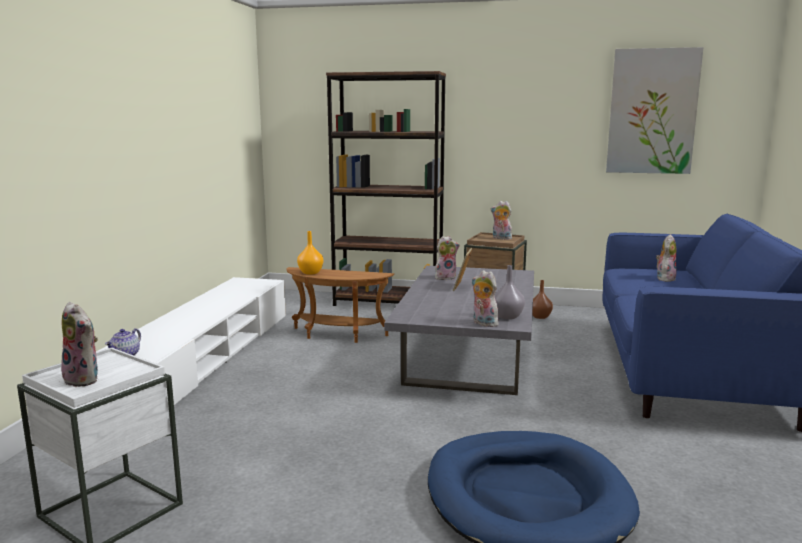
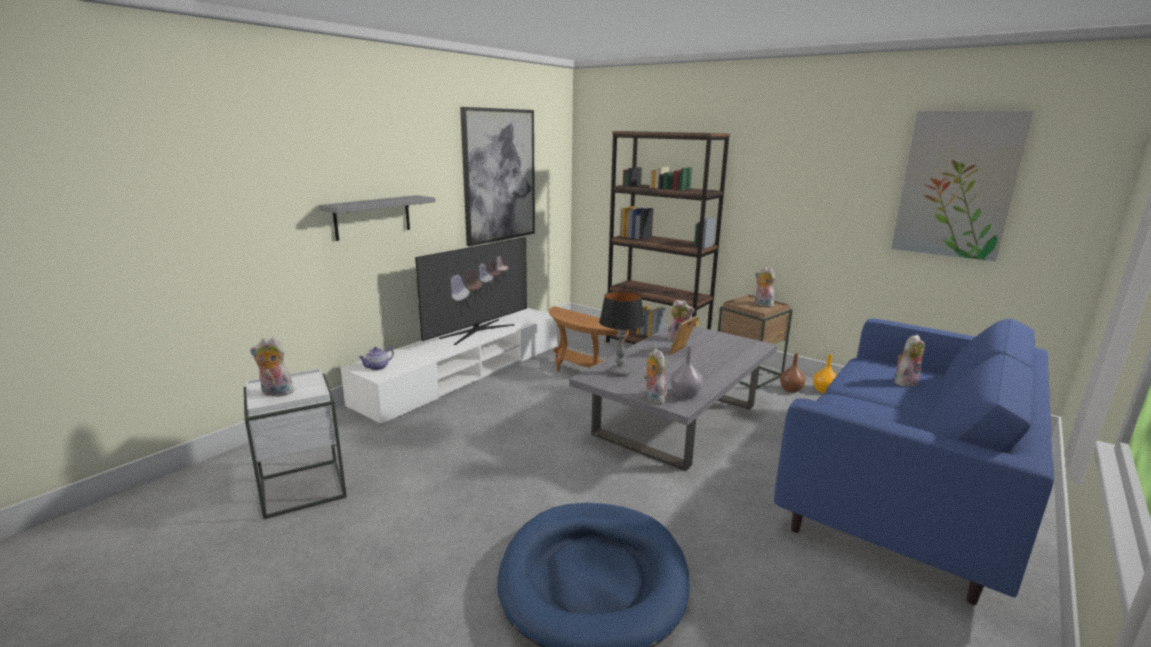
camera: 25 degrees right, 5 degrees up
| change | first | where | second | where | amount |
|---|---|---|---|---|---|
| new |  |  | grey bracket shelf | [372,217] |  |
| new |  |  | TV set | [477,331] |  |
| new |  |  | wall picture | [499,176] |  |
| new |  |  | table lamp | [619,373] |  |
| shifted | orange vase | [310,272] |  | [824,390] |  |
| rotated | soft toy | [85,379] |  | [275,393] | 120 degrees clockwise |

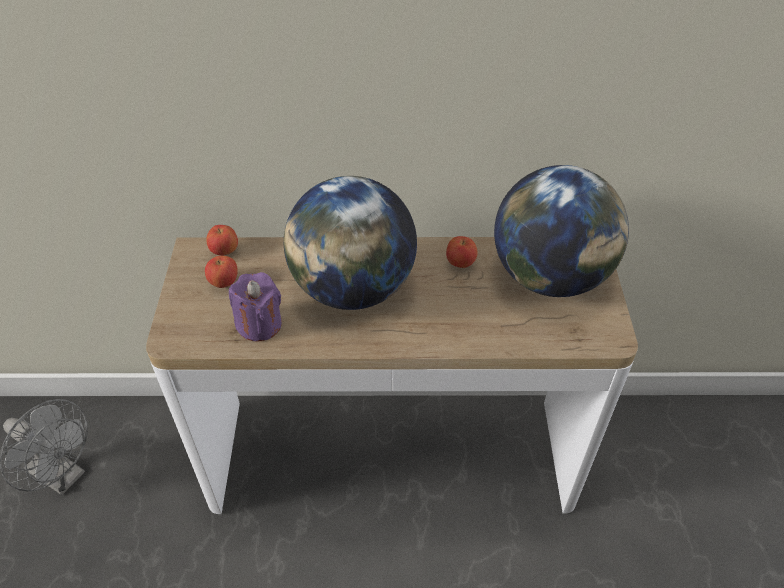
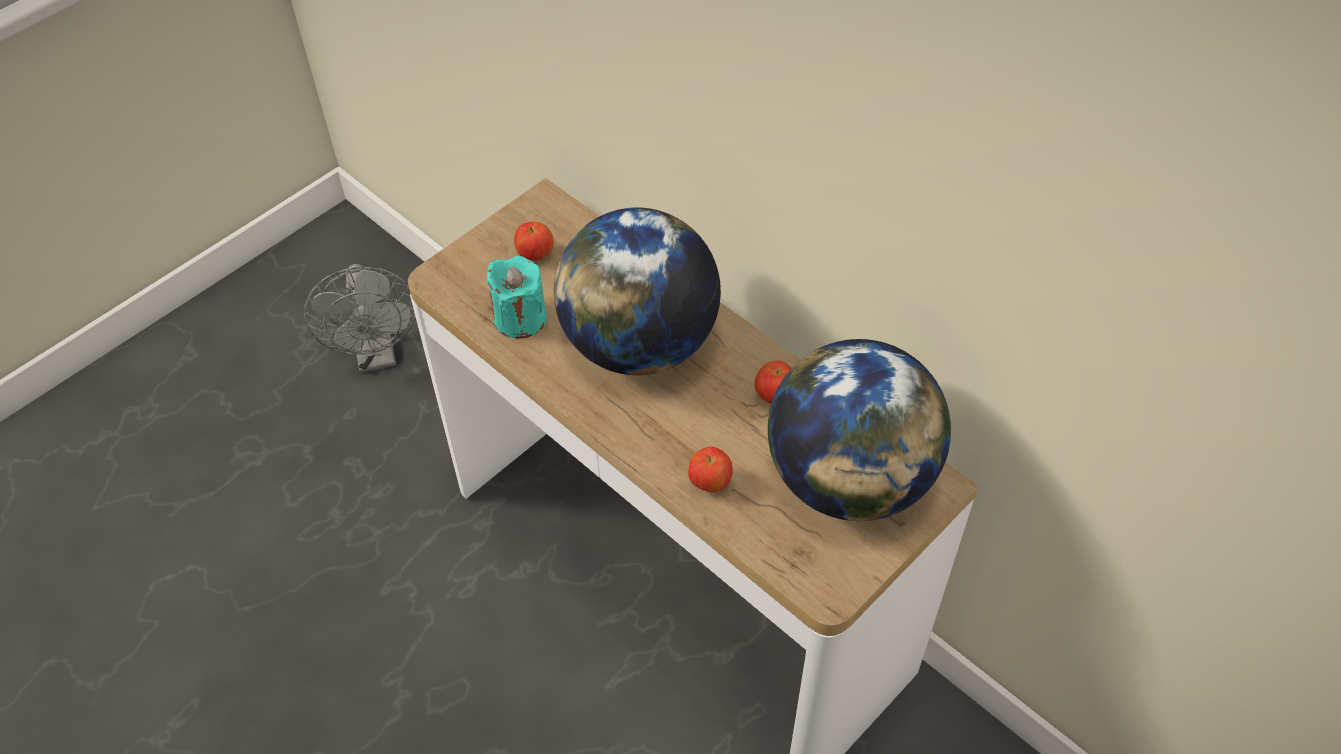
camera: 45 degrees right, 5 degrees up
| change | first | where | second | where | amount |
|---|---|---|---|---|---|
| shifted | apple | [224,251] |  | [710,482] |  |
| repainted | purple-coloured wax light | [259,324] | blue-green wax light | [520,318] |  |

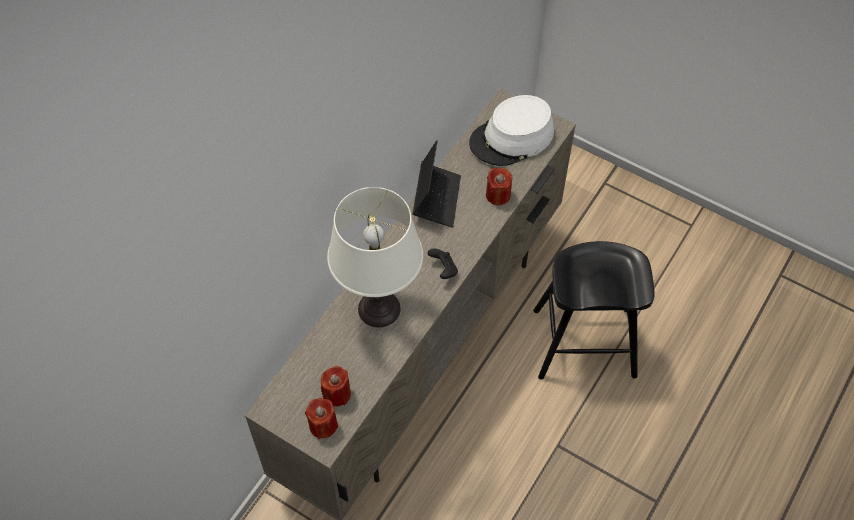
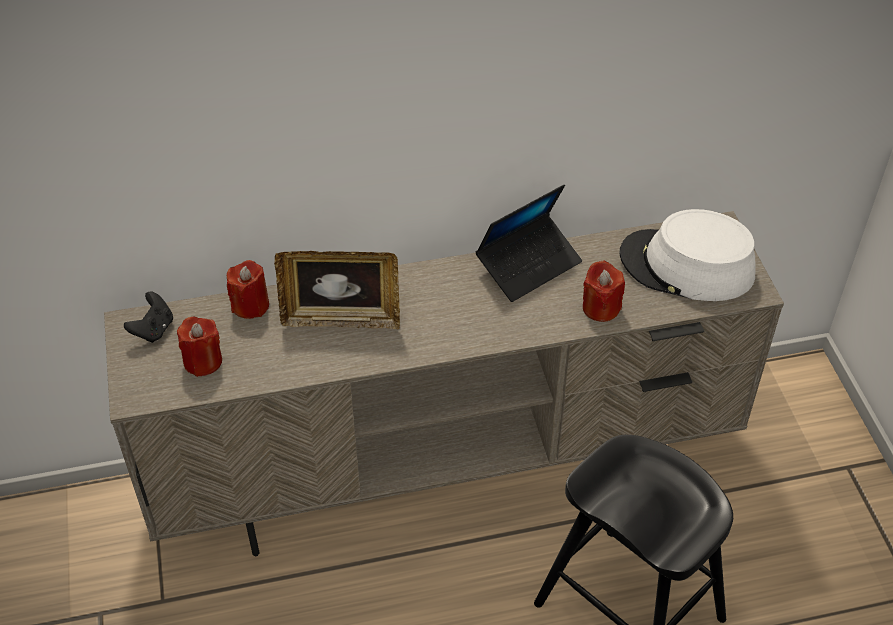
camera: 45 degrees right, 10 degrees down
| change | first | where | second | where | amount |
|---|---|---|---|---|---|
| shifted | red-coloured wax light | [323,425] |  | [250,305] |  |
| shifted | black joypad | [443,270] |  | [153,329] |  |
| swapped | whitish table lamp | [379,308] | photo frame | [341,319] |  |

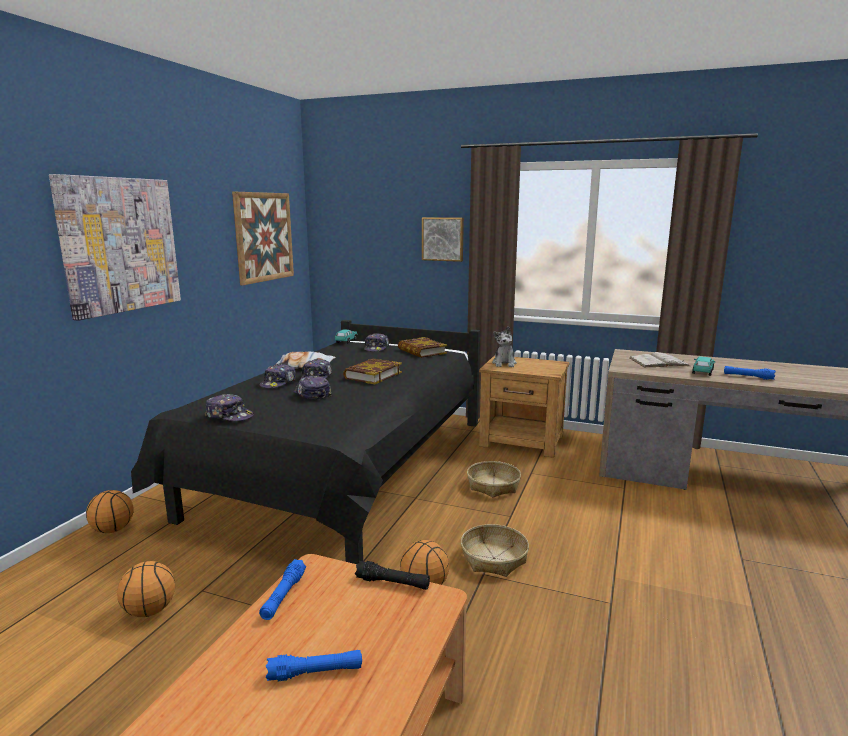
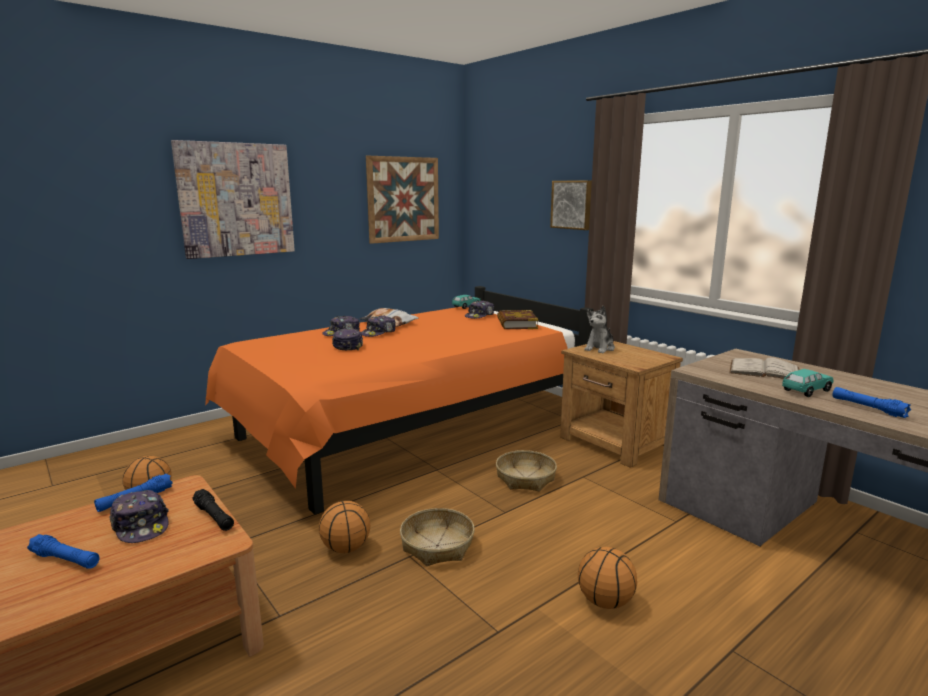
camera: 30 degrees right, 0 degrees up
| change | first | where | second | where | amount |
|---|---|---|---|---|---|
| gone | book | [372,375] |  |  |  |
| shifted | basketball | [113,530] |  | [605,602] |  |
| shifted | cap | [229,416] |  | [141,525] |  |
| repainted | black bed | [344,470] | orange bed | [407,429] |  |

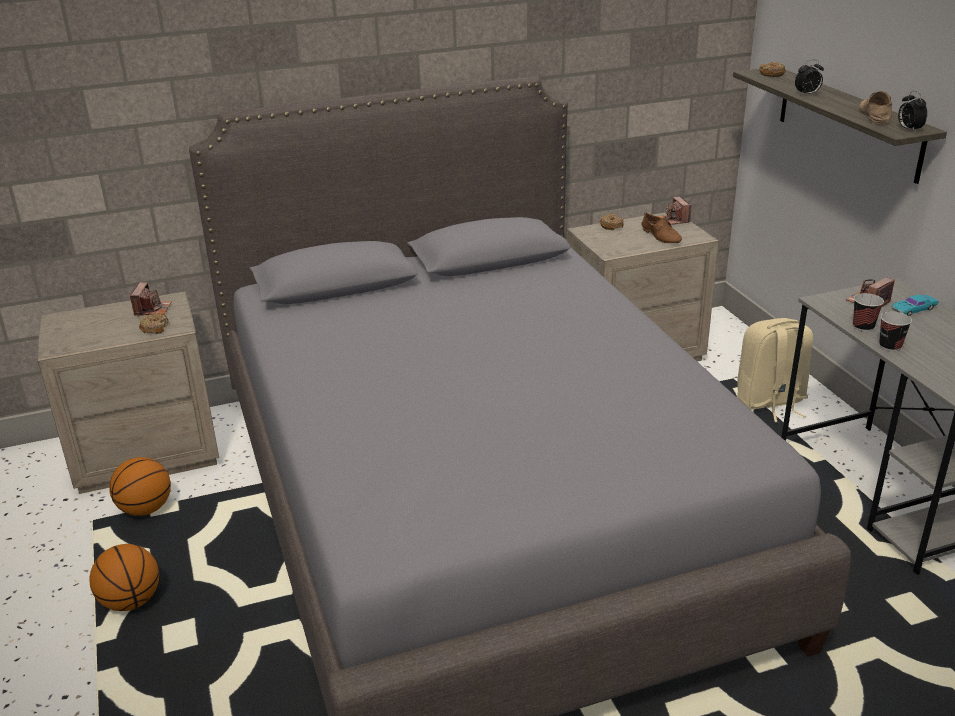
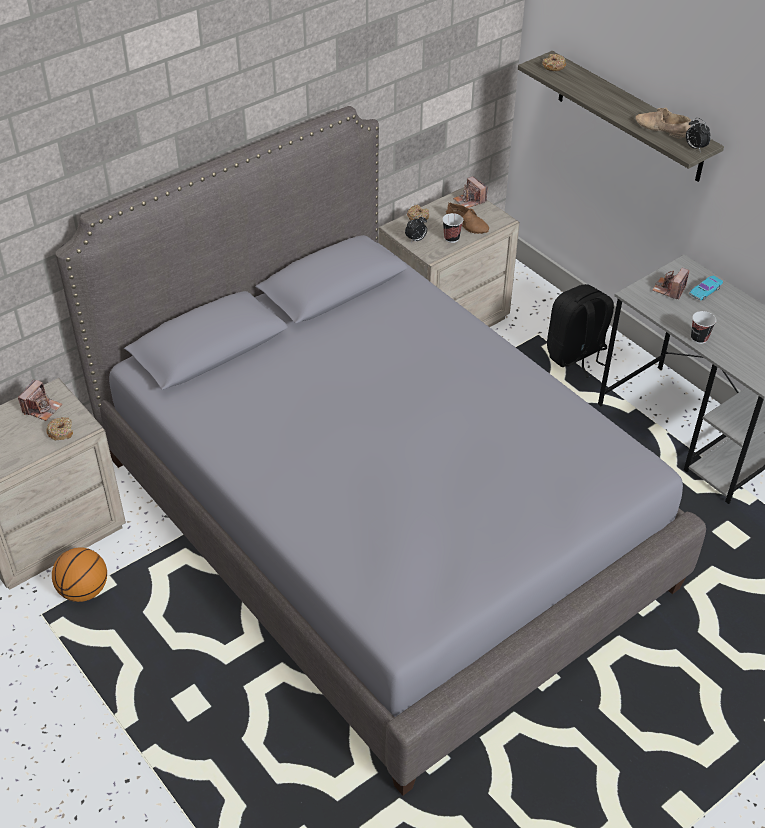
camera: 20 degrees left, 15 degrees up
| change | first | where | second | where | amount |
|---|---|---|---|---|---|
| gone | basketball | [131,601] |  |  |  |
| shifted | alarm clock | [807,94] |  | [416,240] |  |
| shifted | cup | [863,327] |  | [451,238] |  |
| repainted | sand-coloured knapsack | [770,402] | black knapsack | [576,355] |  |
| rotated | still camera | [152,309] |  | [42,408] | 45 degrees clockwise |
| rotated | sand-coloured low shoe | [873,116] |  | [661,129] | 45 degrees counterclockwise |

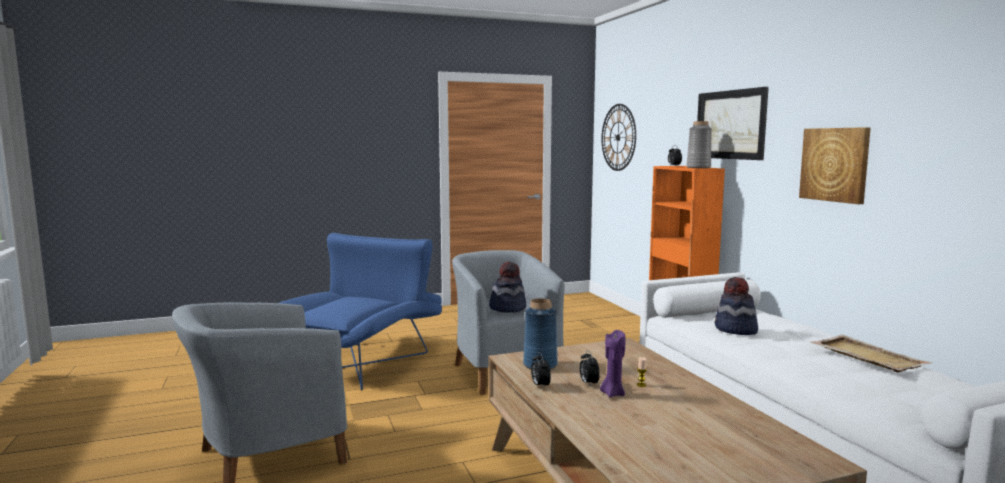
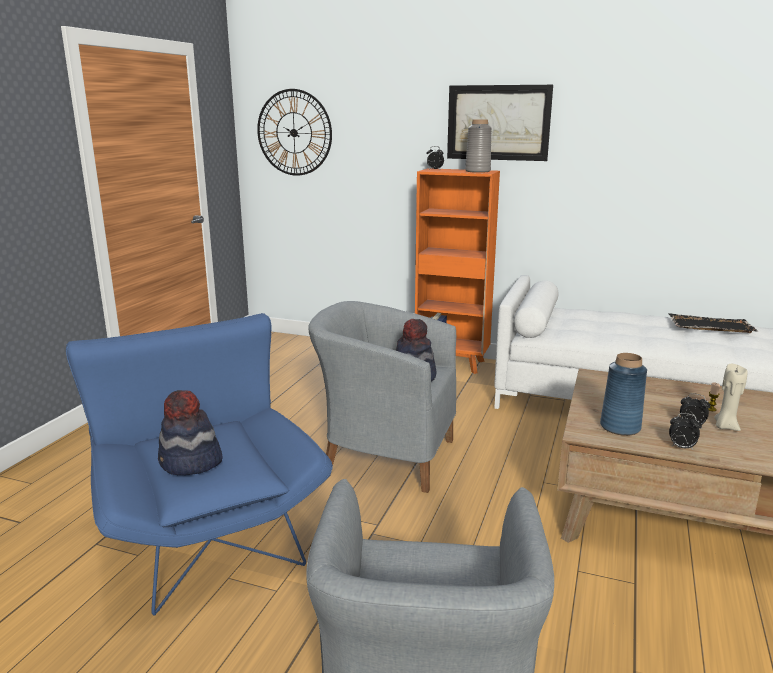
camera: 50 degrees left, 10 degrees up
| change | first | where | second | where | amount |
|---|---|---|---|---|---|
| gone | wall picture | [835,164] |  |  |  |
| shifted | wearable hat | [735,330] |  | [190,463] |  |
| repainted | purple-coloured wax light | [612,393] | sand-coloured wax light | [725,426] |  |
| repainted | sand-coloured tray | [867,356] | black tray | [709,326] |  |

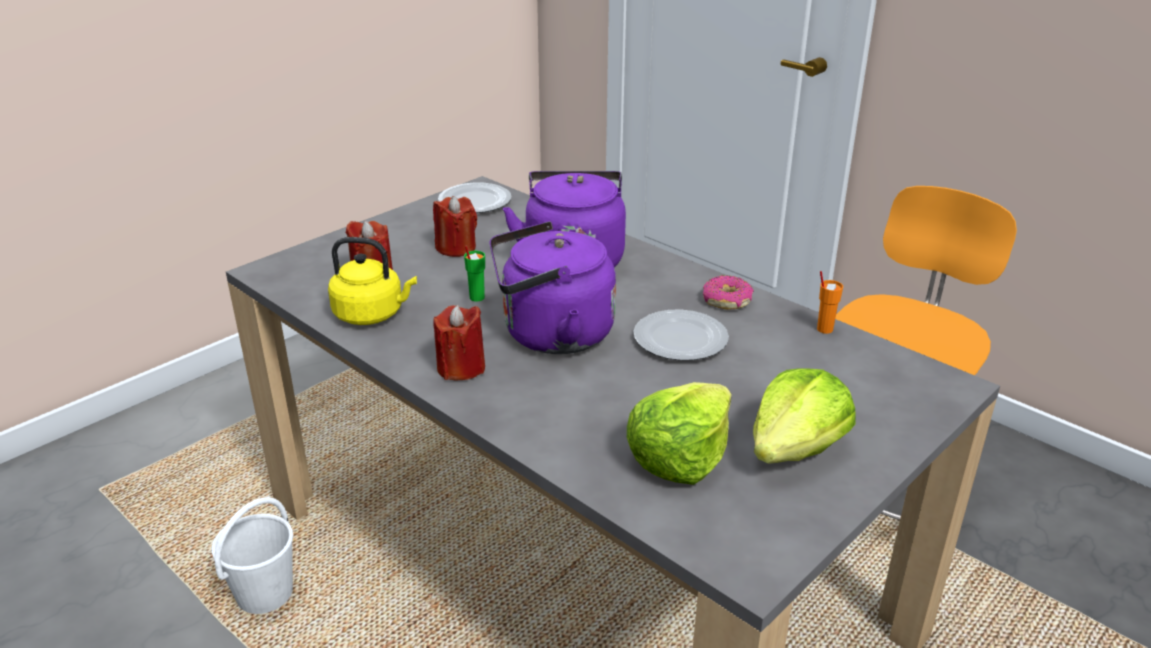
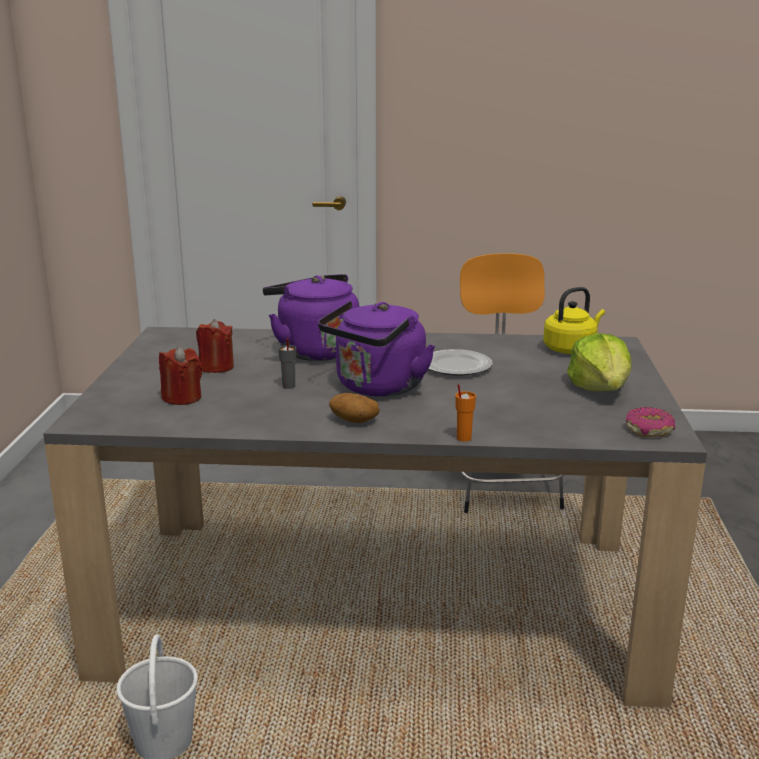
camera: 40 degrees left, 10 degrees down
| change | first | where | second | where | amount |
|---|---|---|---|---|---|
| gone | flat dish | [476,202] |  |  |  |
| gone | head of lettuce | [679,457] |  |  |  |
| shifted | yellow-coloured tea kettle | [372,314] |  | [571,349] |  |
| shifted | doughnut | [727,301] |  | [649,430] |  |
| shifted | orange cup | [824,329] |  | [463,438] |  |
| swapped | red-coloured wax light | [461,368] | spud | [353,420] |  |
| repainted | green cup | [476,297] | grey cup | [288,386] |  |

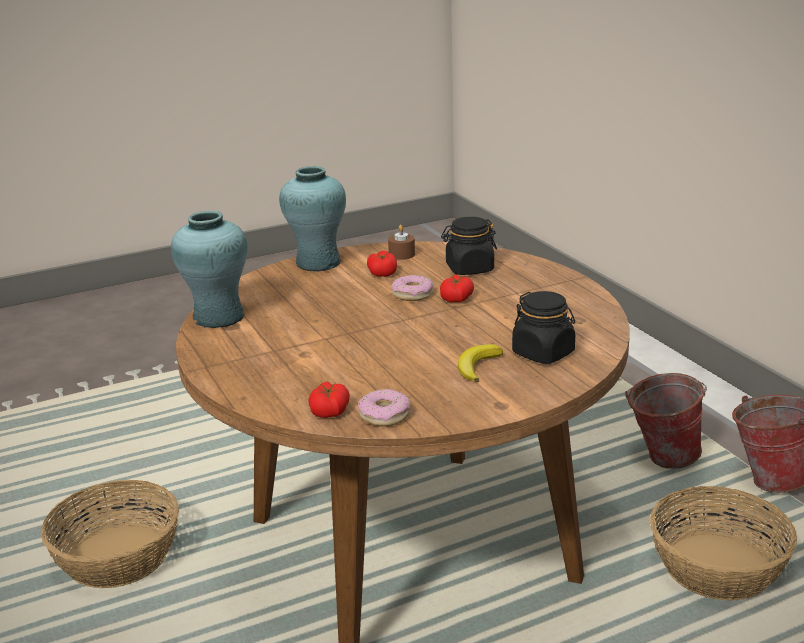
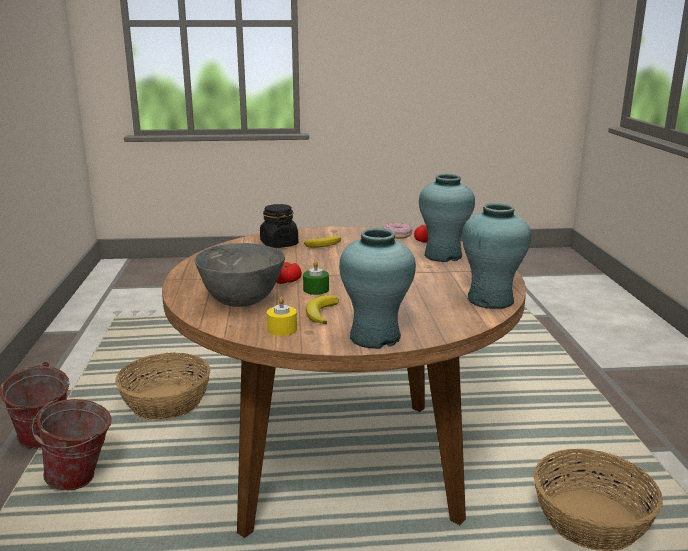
camera: 160 degrees left, 5 degrees down
| change | first | where | second | where | amount |
|---|---|---|---|---|---|
| new |  |  | blue-green vase | [443,255] |  |
| swapped | whole tomato | [382,273] | whole banana | [321,313] |  |
| swapped | doughnut | [412,294] | green wax light | [316,289] |  |
| swapped | black preserve jar | [469,269] | grey serving bowl | [241,302] |  |
| repainted | brownish wax light | [401,254] | yellow-coloured wax light | [282,329] |  |

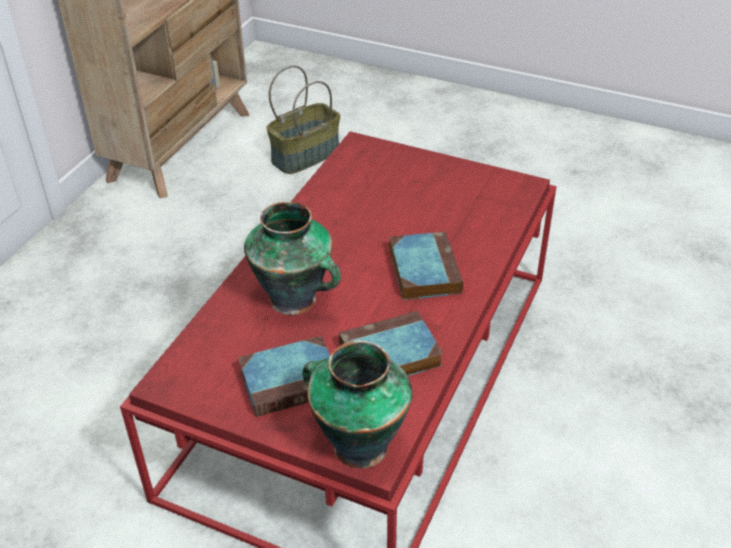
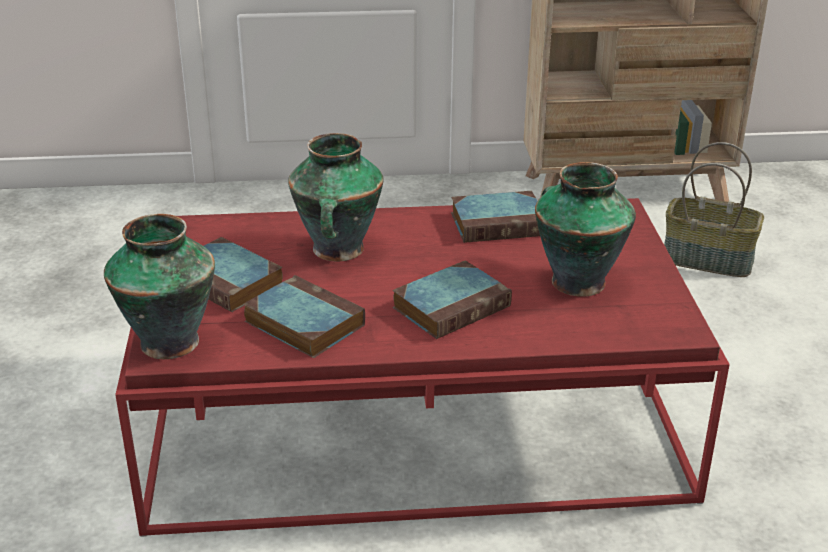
camera: 60 degrees right, 10 degrees down
| change | first | where | second | where | amount |
|---|---|---|---|---|---|
| new |  |  | book | [500,223] |  |
| new |  |  | vase | [576,281] |  |

